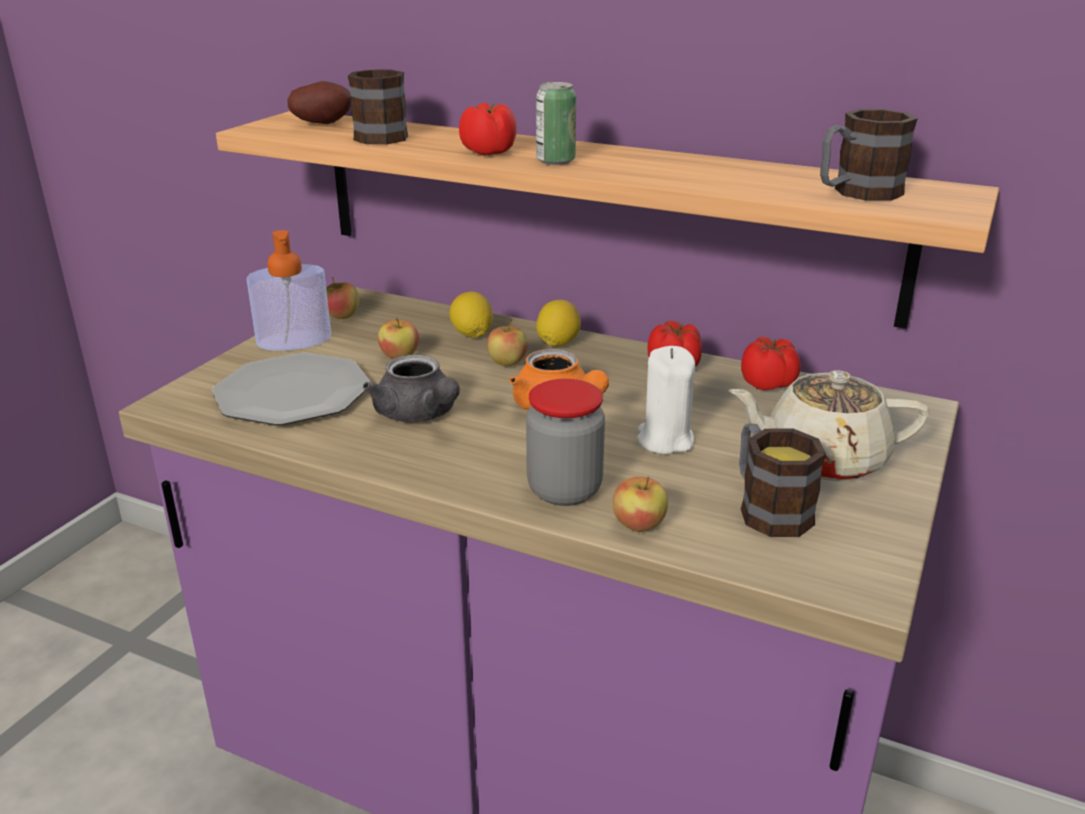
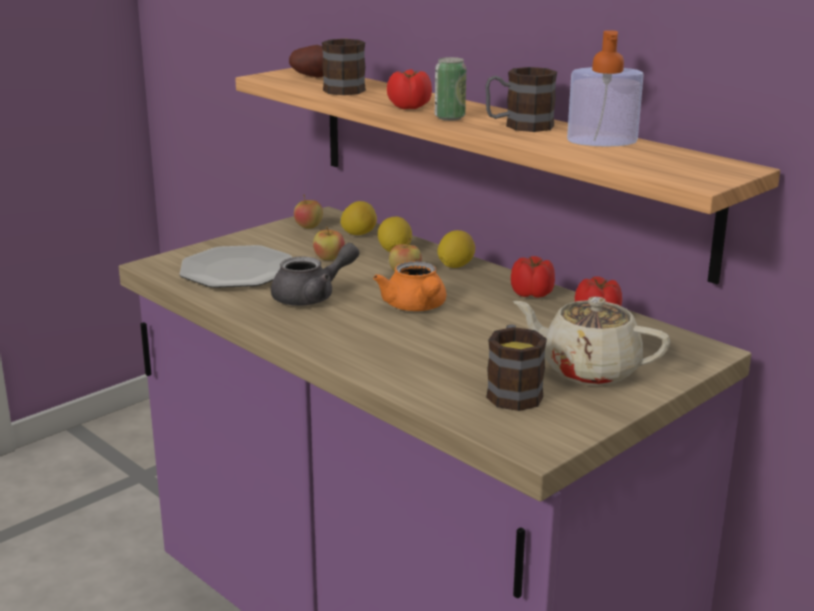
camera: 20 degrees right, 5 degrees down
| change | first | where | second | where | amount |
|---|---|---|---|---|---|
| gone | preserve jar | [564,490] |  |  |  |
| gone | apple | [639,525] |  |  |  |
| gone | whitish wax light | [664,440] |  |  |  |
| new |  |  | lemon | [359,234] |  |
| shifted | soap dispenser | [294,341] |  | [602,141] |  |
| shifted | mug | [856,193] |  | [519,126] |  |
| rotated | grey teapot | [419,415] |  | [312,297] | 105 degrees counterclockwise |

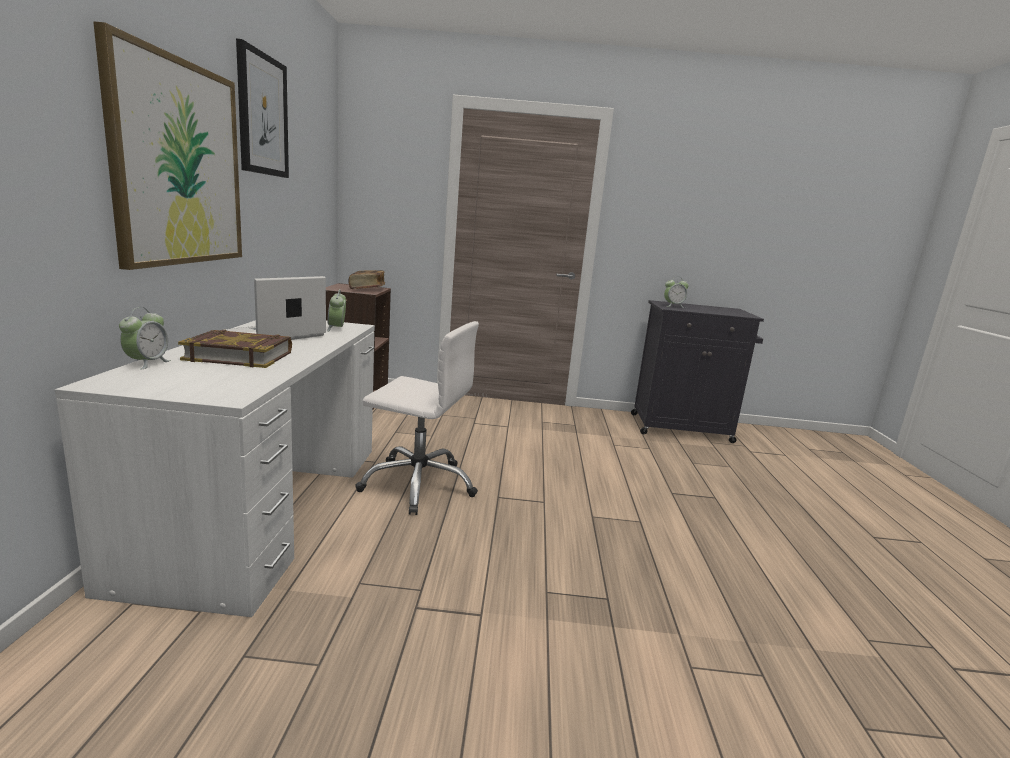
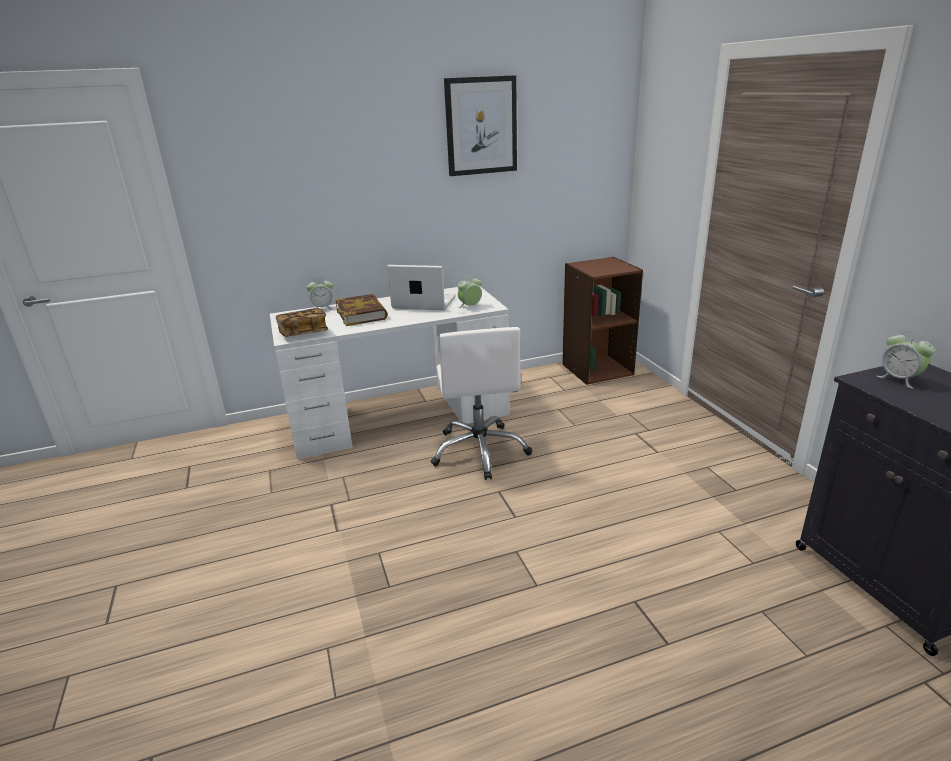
camera: 70 degrees right, 10 degrees up
| change | first | where | second | where | amount |
|---|---|---|---|---|---|
| gone | wall picture | [179,164] |  |  |  |
| shifted | book | [367,289] |  | [303,333] |  |

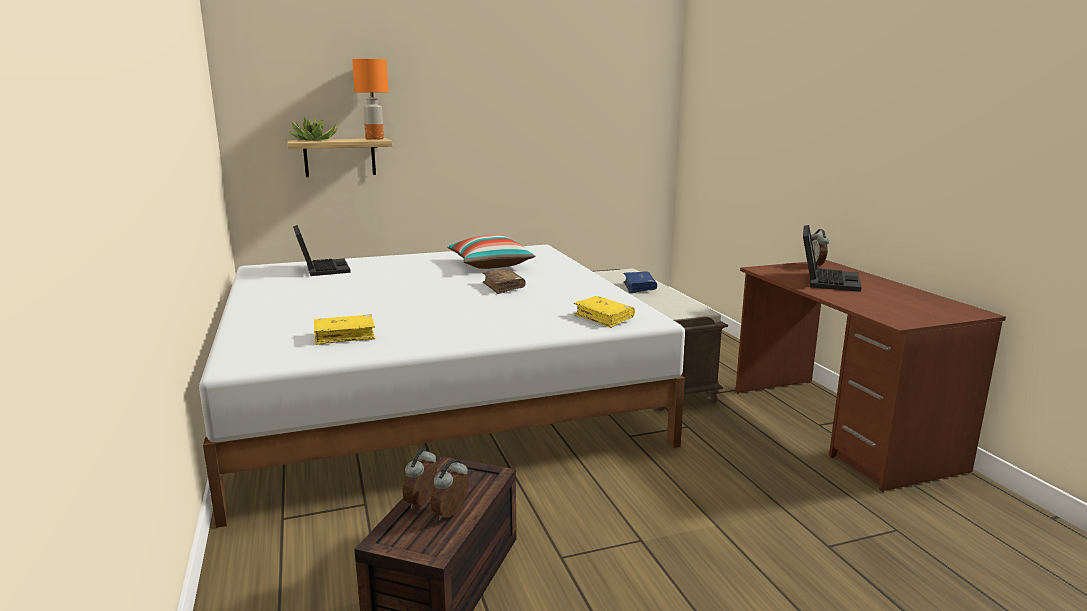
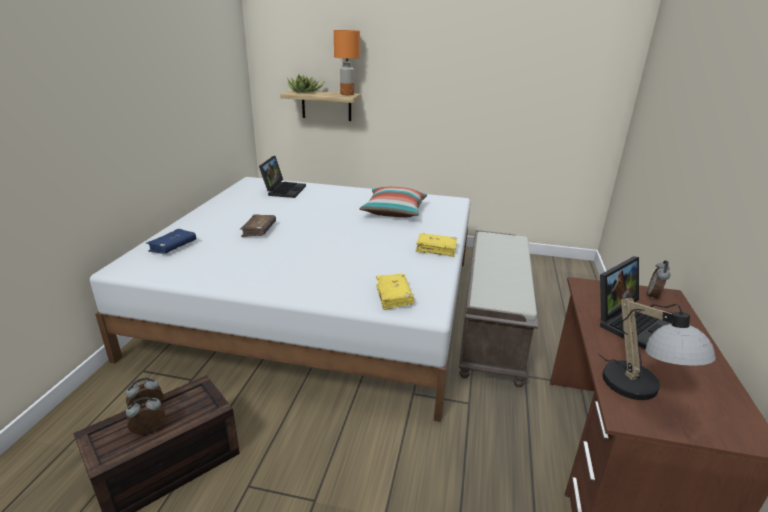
camera: 30 degrees right, 10 degrees up
| change | first | where | second | where | amount |
|---|---|---|---|---|---|
| new |  |  | table lamp | [641,392] |  |
| shifted | yellow-coloured book | [344,336] |  | [436,249] |  |
| shifted | brownish book | [503,287] |  | [259,230] |  |
| shifted | blue book | [639,287] |  | [173,247] |  |

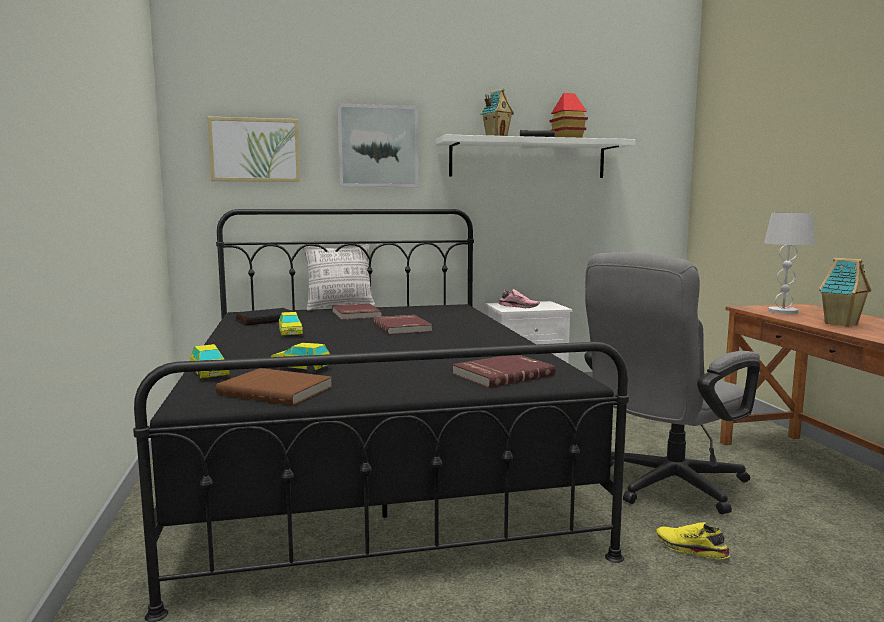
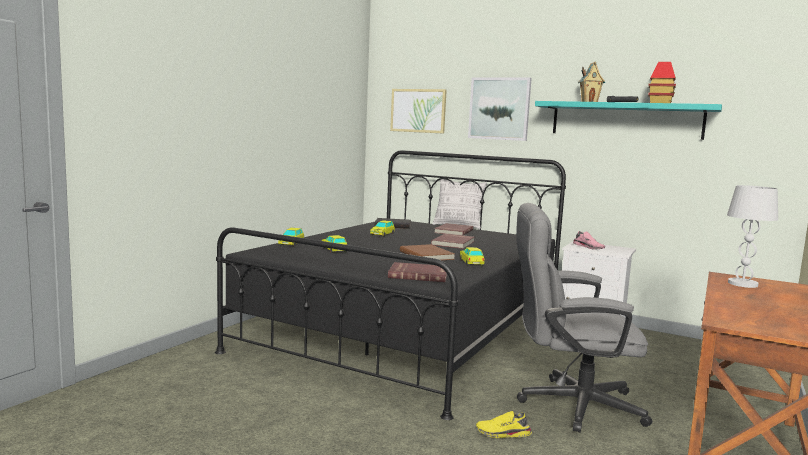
camera: 40 degrees right, 0 degrees up
| change | first | where | second | where | amount |
|---|---|---|---|---|---|
| gone | model house | [842,324] |  |  |  |
| new |  |  | toy car | [471,262] |  |
| shifted | brownish book | [276,390] |  | [427,255] |  |
| repainted | whitish bracket shelf | [528,159] | blue-green bracket shelf | [625,120] |  |
| rotated | yellow-coloured low shoe | [690,549] |  | [503,434] | 75 degrees counterclockwise |

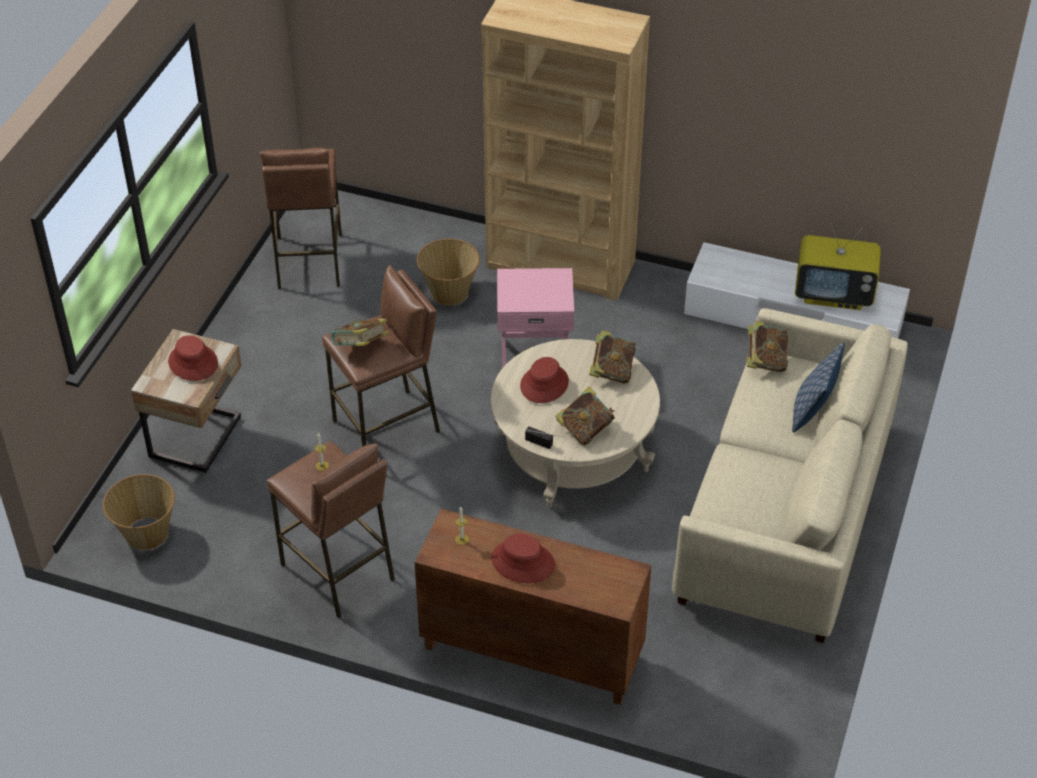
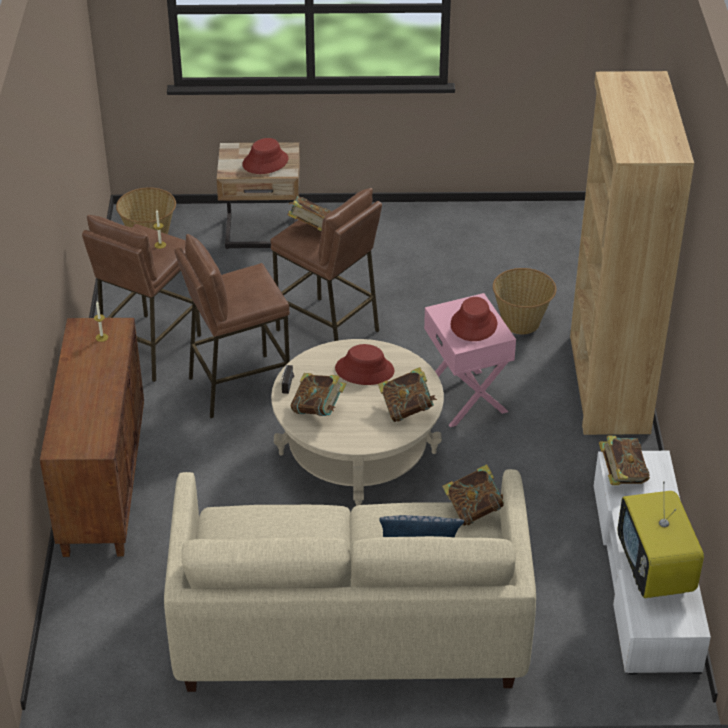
camera: 70 degrees right, 5 degrees down
| change | first | where | second | where | amount |
|---|---|---|---|---|---|
| new |  |  | book | [622,475] |  |
| shifted | brownish stool seat | [308,261] |  | [238,386] |  |
| shifted | red-coloured wearable hat | [523,562] |  | [473,324] |  |

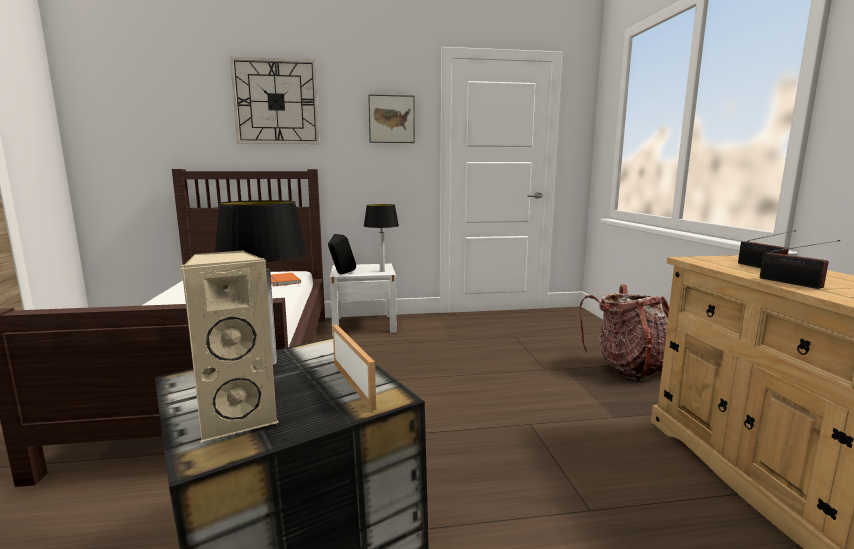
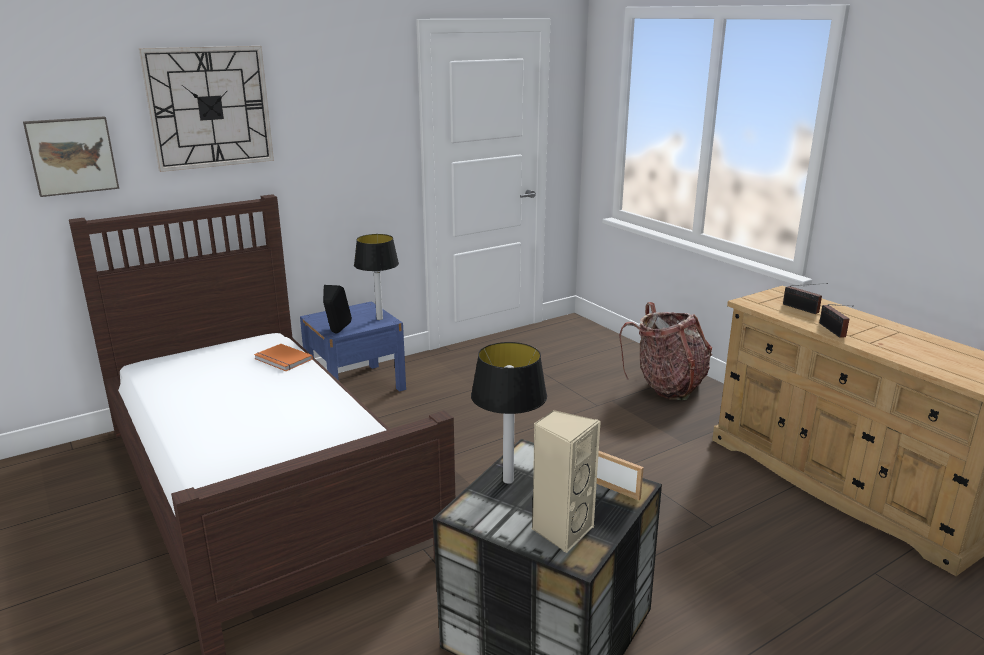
camera: 25 degrees left, 10 degrees up
| change | first | where | second | where | amount |
|---|---|---|---|---|---|
| shifted | wall picture | [391,119] |  | [72,155] |  |
| repainted | whitish night table | [364,324] | blue night table | [355,386] |  |
| rotated | radio receiver | [793,283] |  | [833,331] | 45 degrees clockwise |

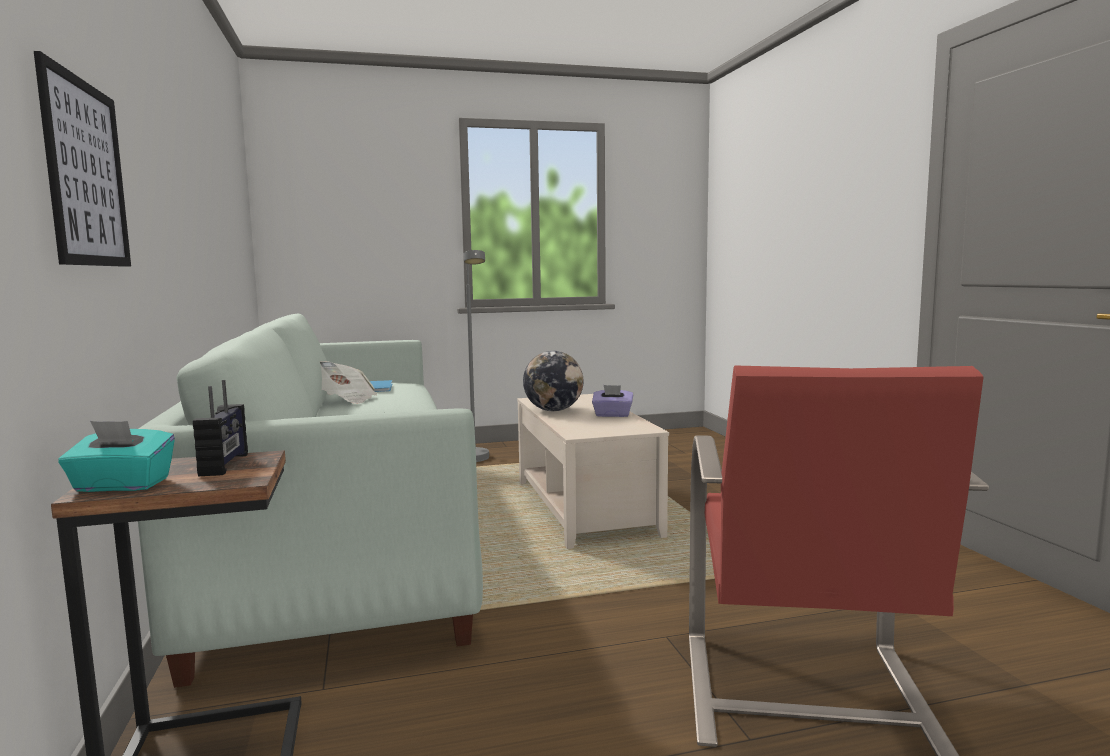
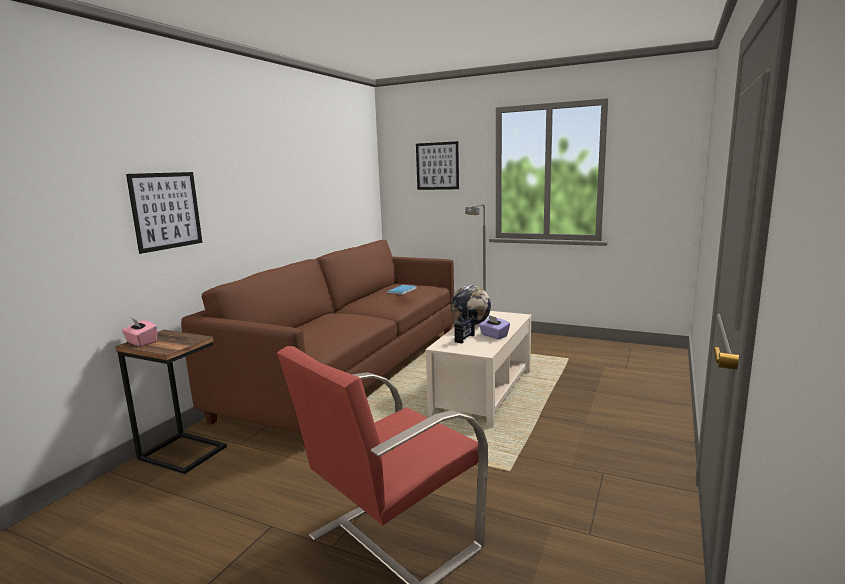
camera: 40 degrees right, 5 degrees up
| change | first | where | second | where | amount |
|---|---|---|---|---|---|
| gone | printed paper | [344,399] |  |  |  |
| new |  |  | wall picture | [437,166] |  |
| shifted | radio receiver | [225,464] |  | [465,338] |  |
| repainted | blue-green tissue box | [122,485] | pink-coloured tissue box | [141,342] |  |
| repainted | whitish couch | [343,533] | brownish couch | [351,371] |  |

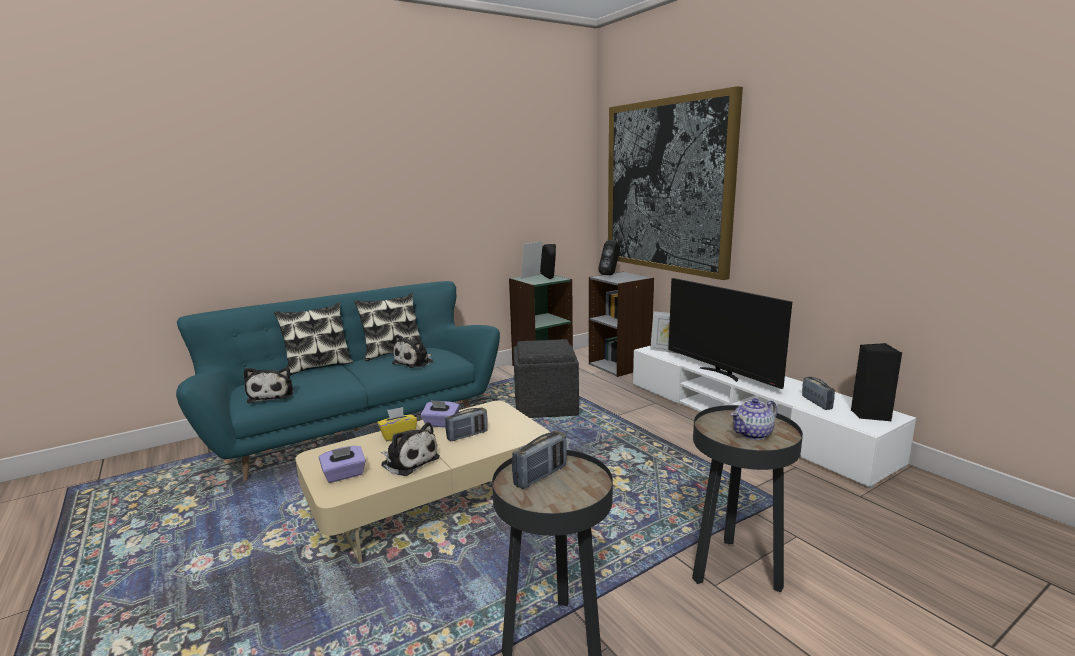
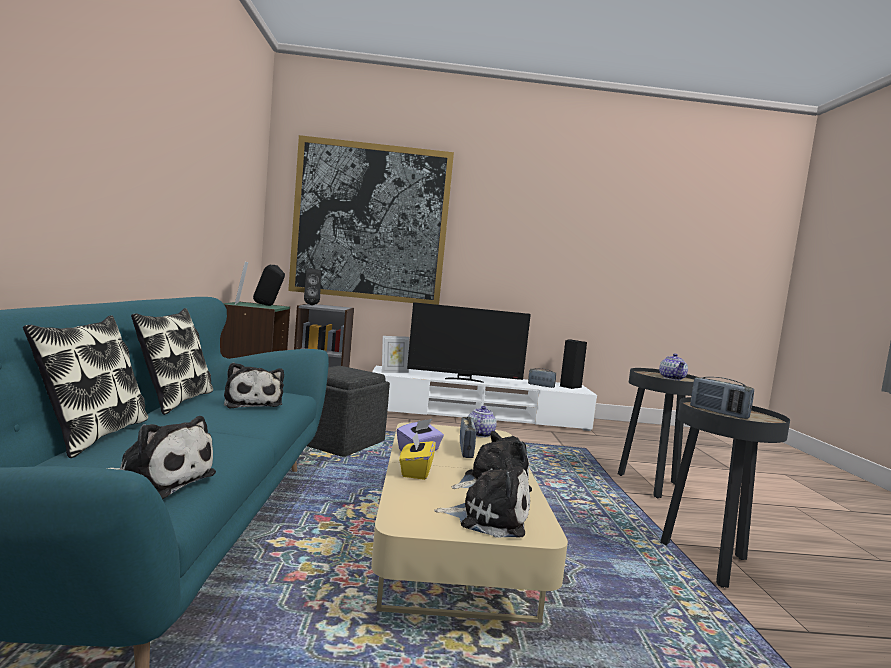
camera: 60 degrees left, 10 degrees down
| change | first | where | second | where | amount |
|---|---|---|---|---|---|
| new |  |  | teapot | [479,434] |  |
| swapped | purple-coloured tissue box | [344,475] | soft toy | [489,517] |  |
| rotated | radio receiver | [540,476] |  | [718,412] | 150 degrees clockwise |

